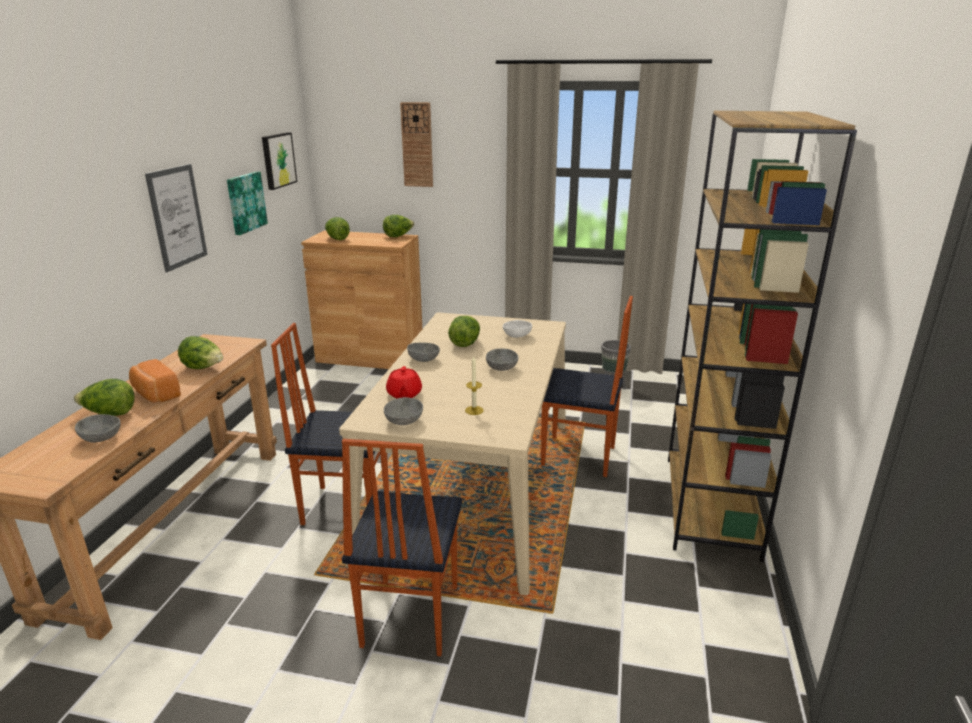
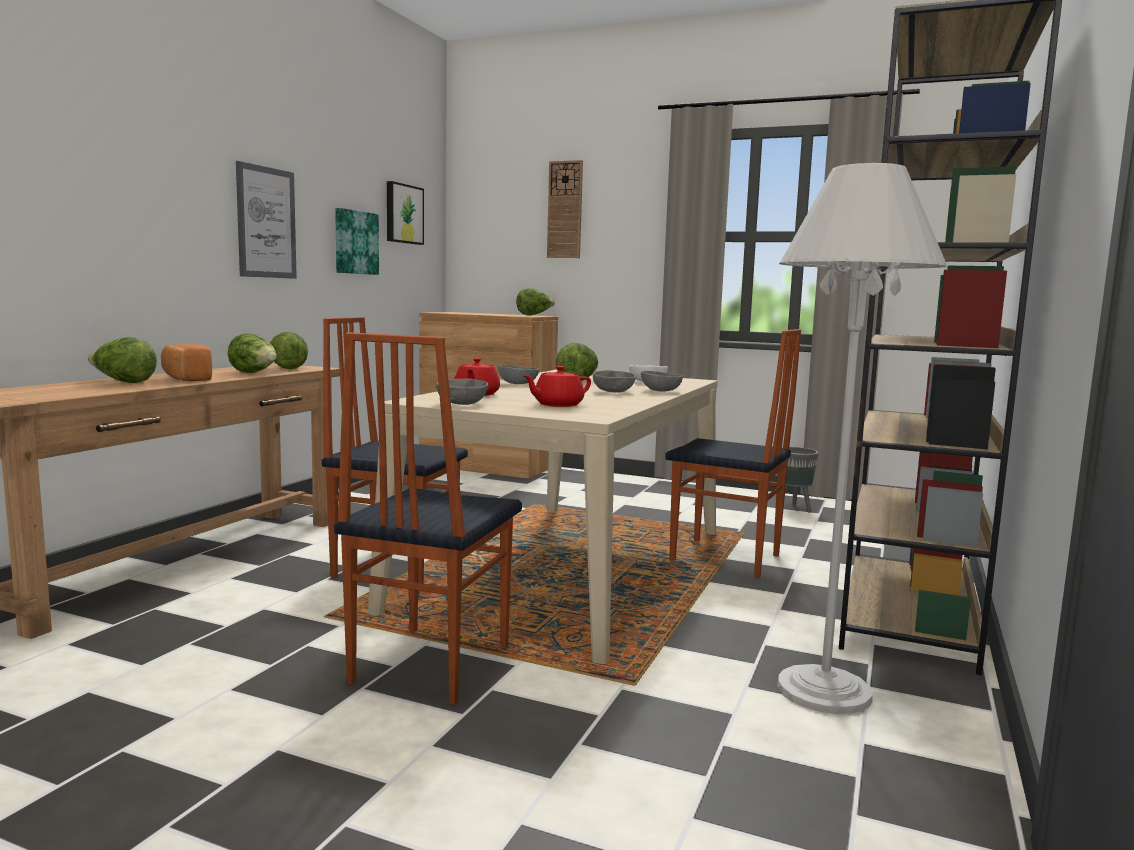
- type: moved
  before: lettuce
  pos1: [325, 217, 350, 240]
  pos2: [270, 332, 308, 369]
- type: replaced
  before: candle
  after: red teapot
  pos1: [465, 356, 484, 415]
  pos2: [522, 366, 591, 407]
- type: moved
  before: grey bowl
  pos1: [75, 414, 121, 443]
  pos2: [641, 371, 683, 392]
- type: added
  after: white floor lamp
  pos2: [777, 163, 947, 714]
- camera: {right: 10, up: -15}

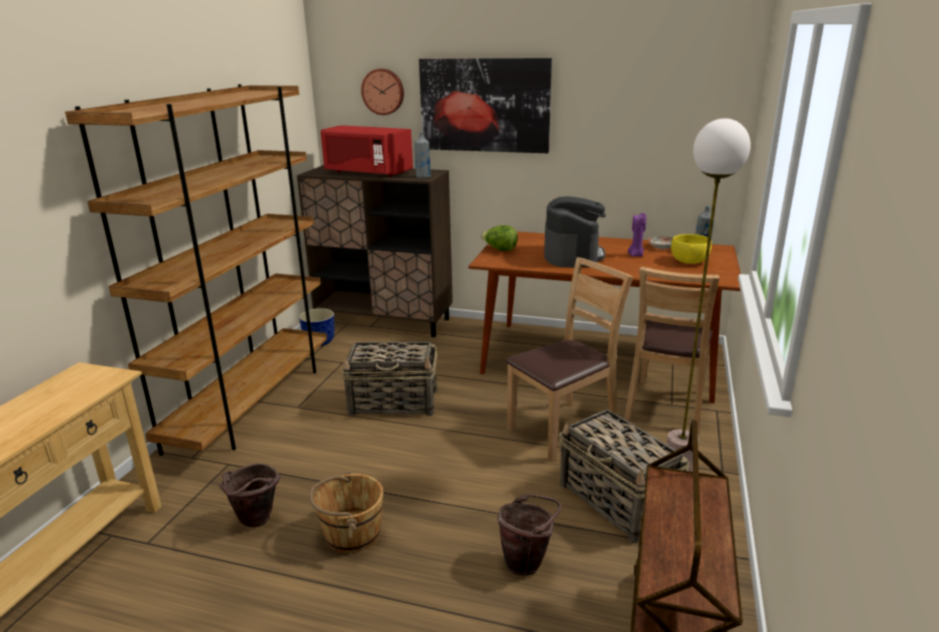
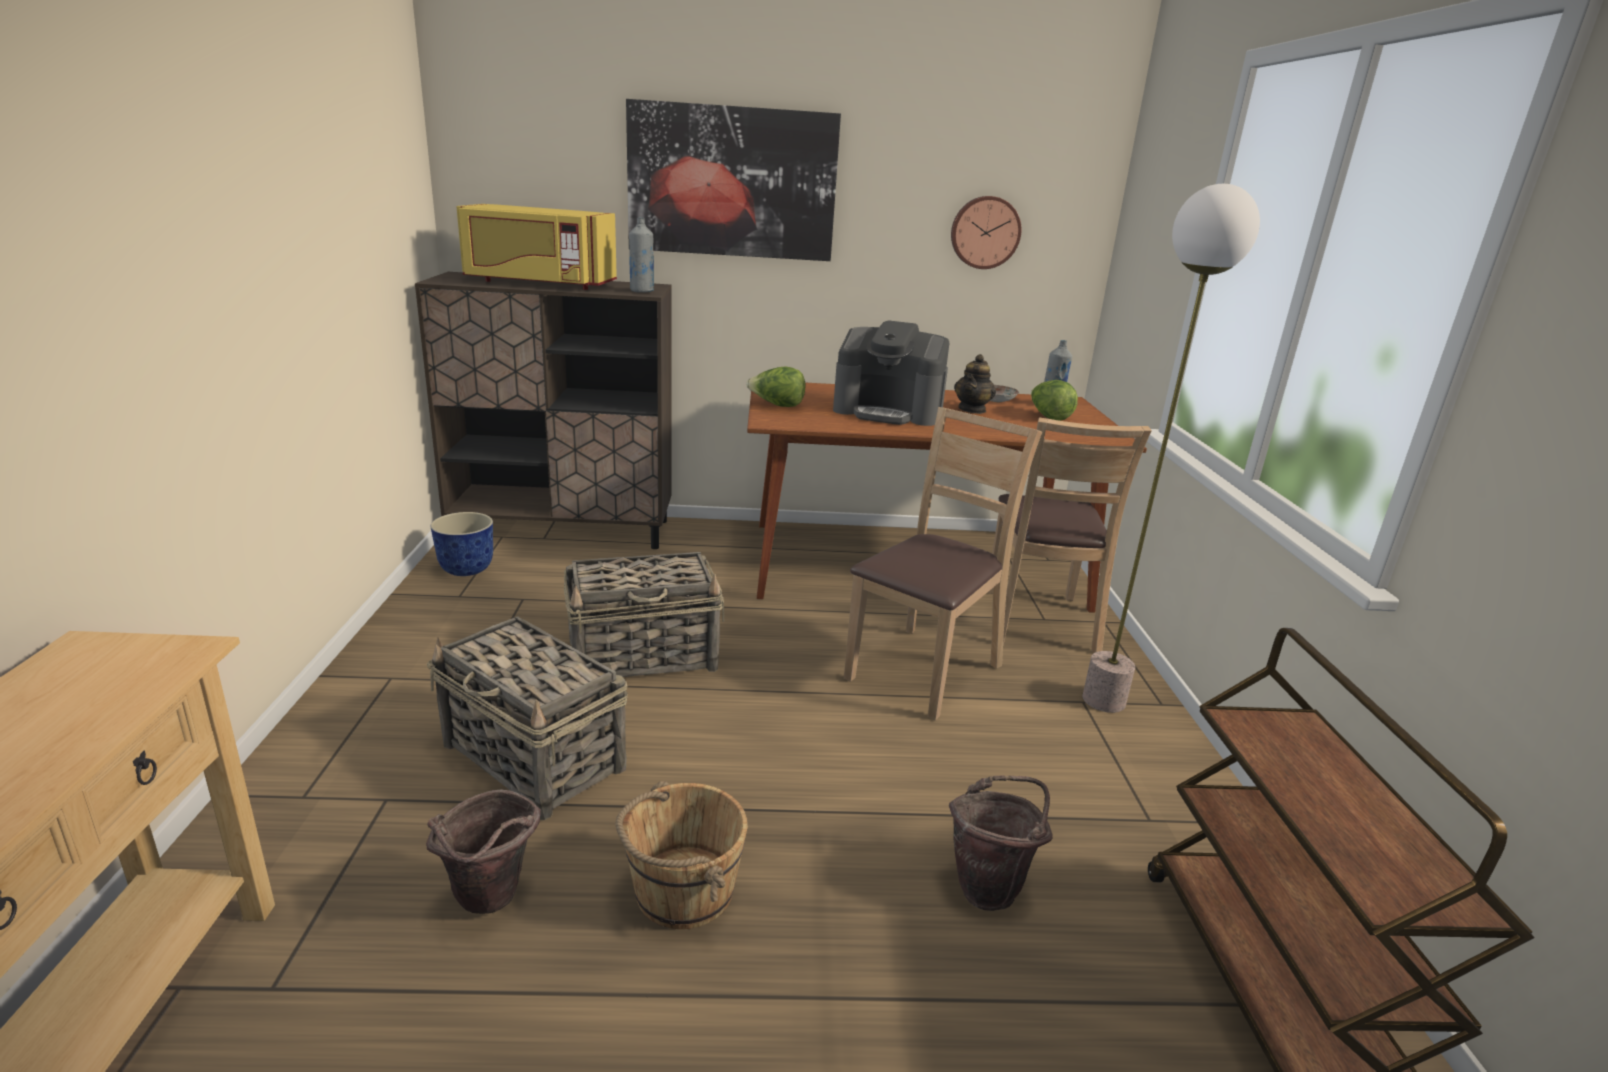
- type: moved
  before: wall clock
  pos1: [361, 69, 404, 115]
  pos2: [951, 196, 1021, 269]
- type: removed
  before: brown bookcase
  pos1: [65, 84, 327, 456]
- type: recoloured
  before: red microwave
  after: yellow microwave
  pos1: [321, 125, 413, 177]
  pos2: [457, 204, 617, 290]
- type: turned
  before: coffee machine
  pos1: [544, 196, 606, 268]
  pos2: [833, 320, 949, 426]
  turn: 120
- type: replaced
  before: purple candle
  after: teapot
  pos1: [628, 213, 646, 257]
  pos2: [954, 354, 996, 414]
- type: replaced
  before: yellow bowl
  after: lettuce
  pos1: [671, 234, 712, 264]
  pos2: [1031, 380, 1078, 421]
- type: moved
  before: basket
  pos1: [559, 409, 689, 543]
  pos2: [427, 616, 628, 820]
- camera: {right: -20, up: 0}

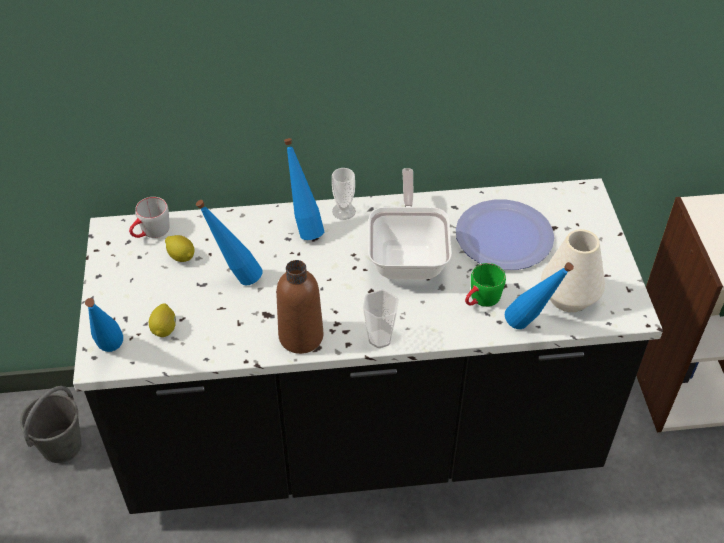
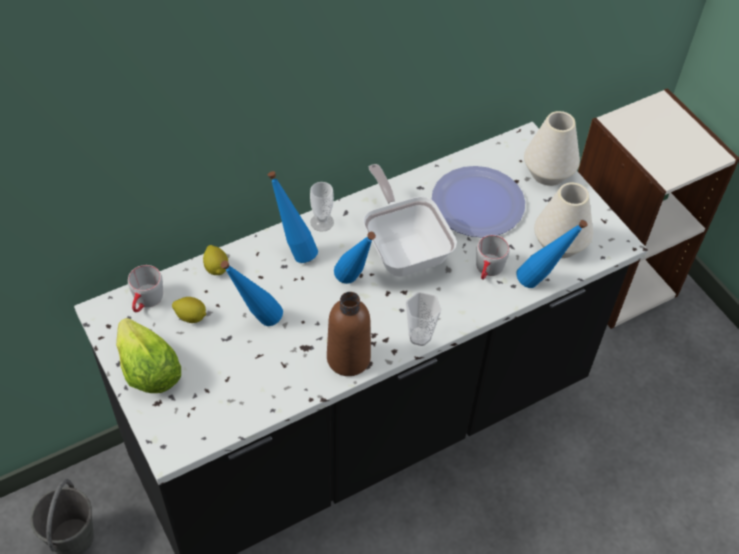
- type: recoloured
  before: green mug
  after: grey mug
  pos1: [465, 263, 506, 307]
  pos2: [476, 235, 510, 280]
- type: moved
  before: blue bottle
  pos1: [85, 298, 123, 352]
  pos2: [334, 232, 376, 284]
- type: moved
  before: lemon
  pos1: [149, 303, 176, 337]
  pos2: [203, 245, 228, 275]
- type: added
  after: white vase
  pos2: [524, 111, 580, 186]
- type: added
  after: lettuce
  pos2: [116, 318, 181, 393]
- camera: {right: -25, up: 5}

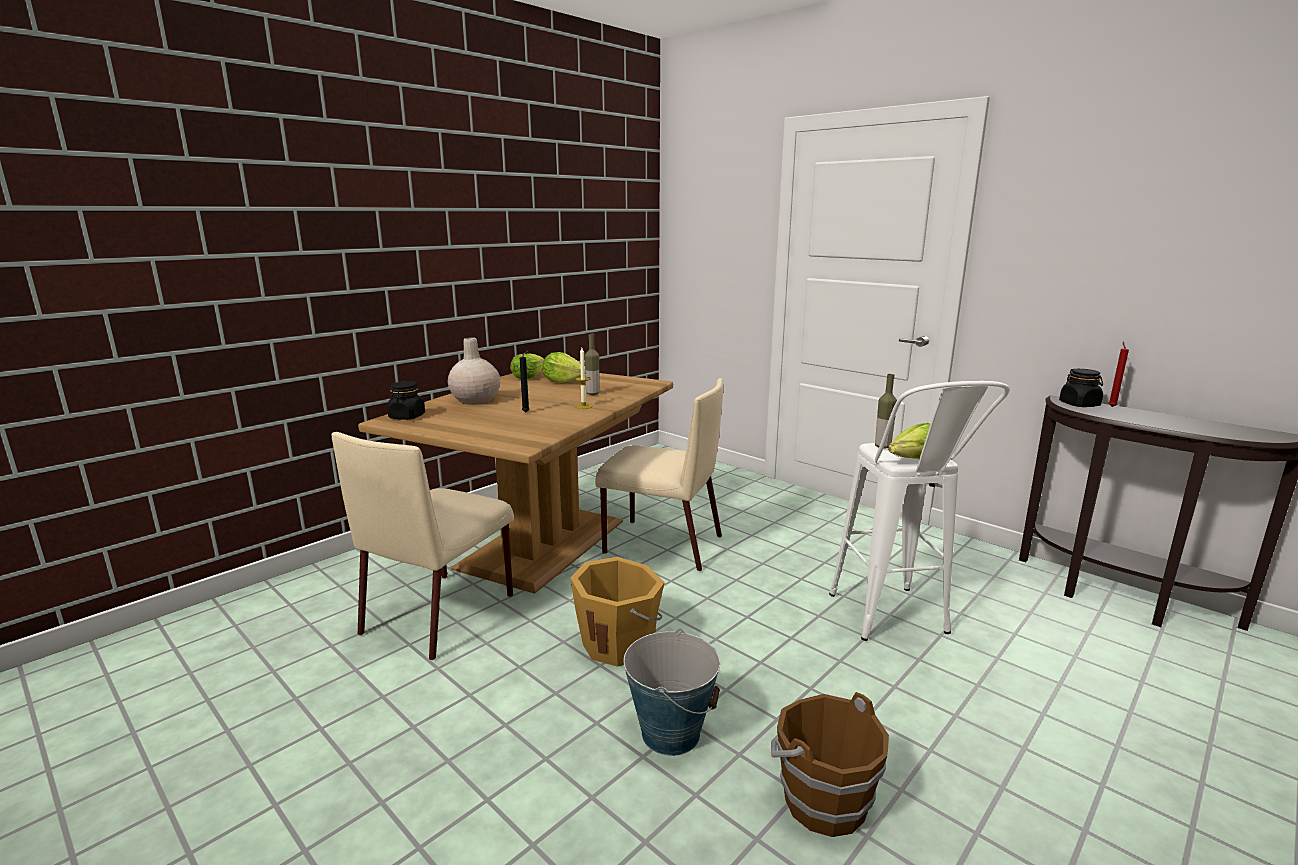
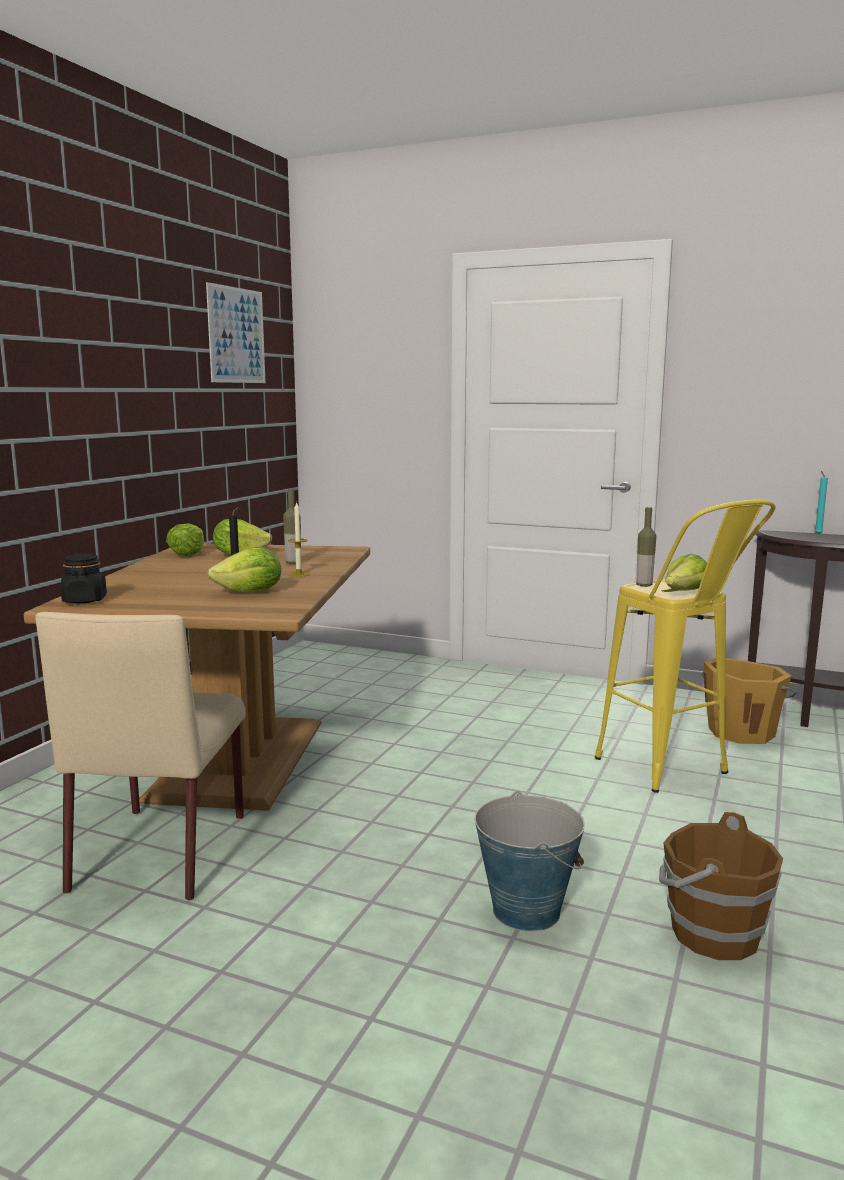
- type: removed
  before: beige vase
  pos1: [448, 337, 500, 404]
- type: recoloured
  before: red candle
  after: turquoise candle
  pos1: [1108, 341, 1129, 407]
  pos2: [815, 471, 828, 535]
- type: removed
  before: black jar
  pos1: [1059, 369, 1103, 407]
- type: removed
  before: beige chair
  pos1: [595, 378, 723, 571]
- type: recoloured
  before: white stool
  after: yellow stool
  pos1: [829, 381, 1010, 641]
  pos2: [595, 500, 776, 793]
- type: moved
  before: orange bucket
  pos1: [570, 557, 665, 667]
  pos2: [702, 658, 797, 744]
- type: added
  after: picture
  pos2: [206, 282, 266, 383]
- type: added
  after: lettuce
  pos2: [207, 547, 281, 592]
- camera: {right: -20, up: -5}

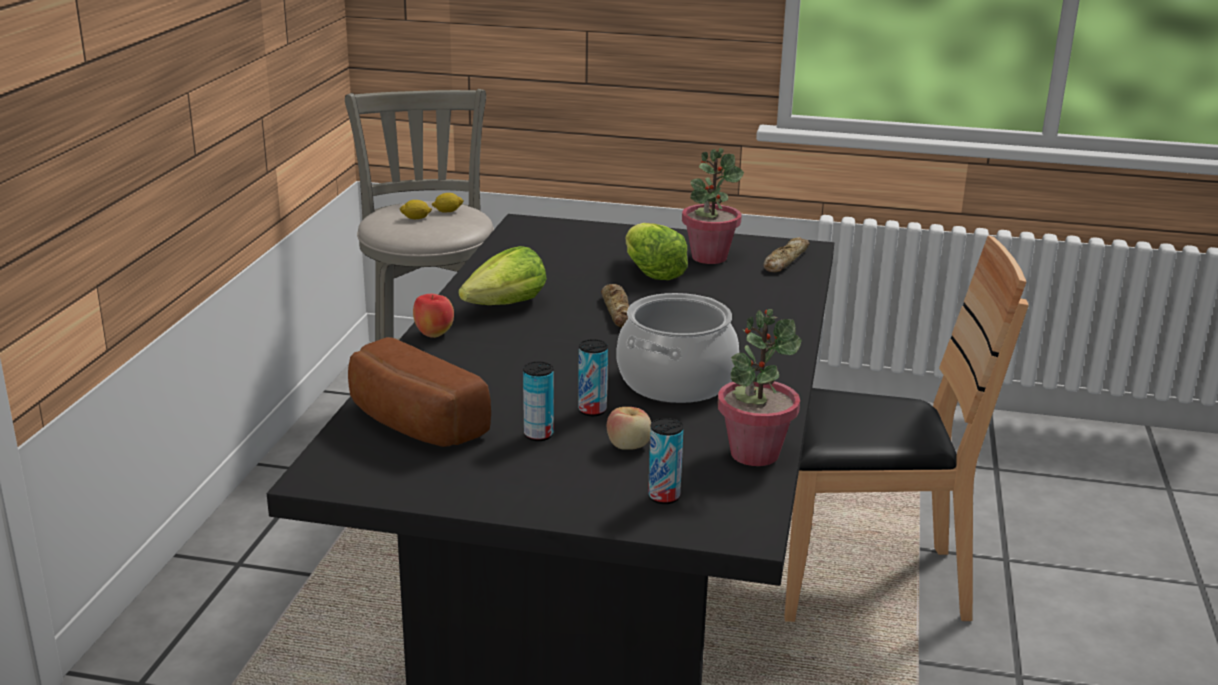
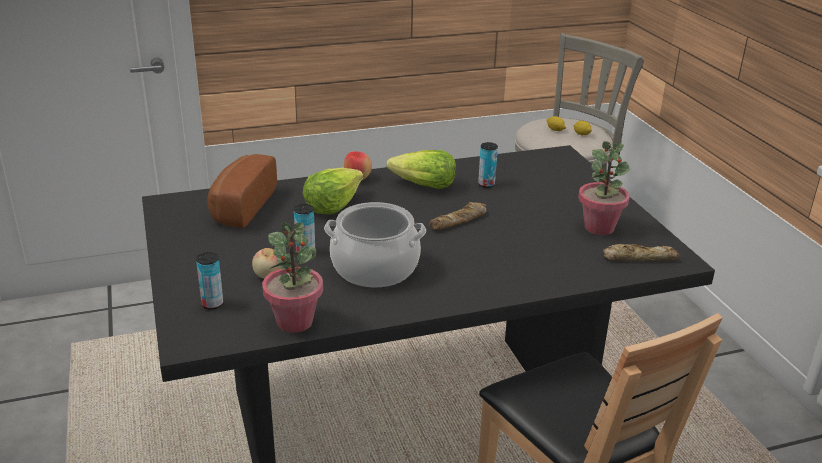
- type: moved
  before: lettuce
  pos1: [626, 223, 688, 280]
  pos2: [303, 168, 363, 214]
- type: moved
  before: can
  pos1: [523, 361, 554, 441]
  pos2: [478, 142, 498, 188]
- camera: {right: 60, up: 5}

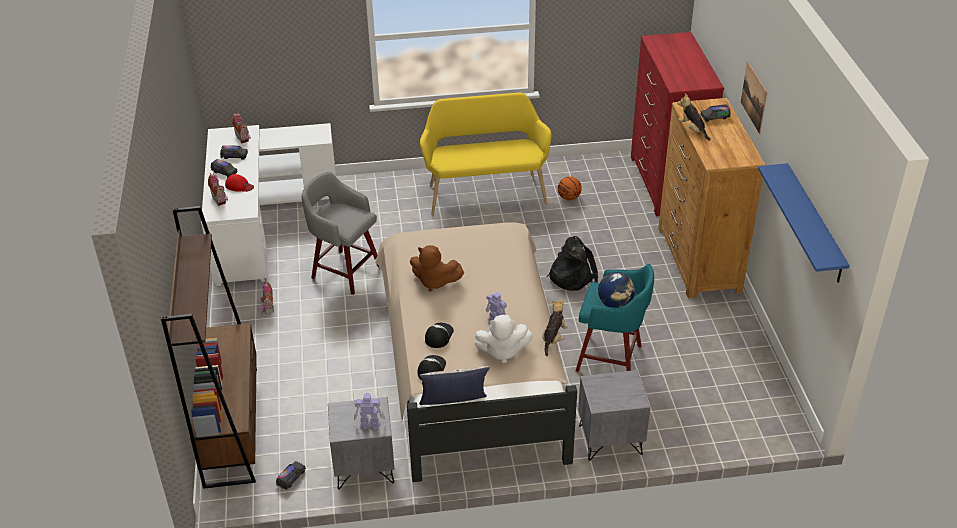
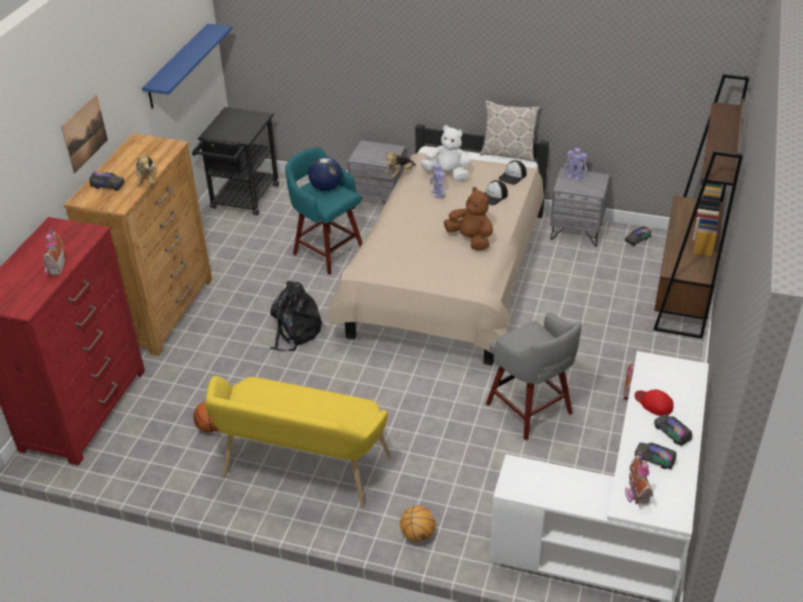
- type: moved
  before: toy house
  pos1: [208, 173, 228, 206]
  pos2: [43, 227, 65, 275]
- type: added
  after: black cart
  pos2: [192, 107, 279, 216]
- type: added
  after: basketball
  pos2: [400, 506, 436, 542]
- camera: {right: -155, up: 0}

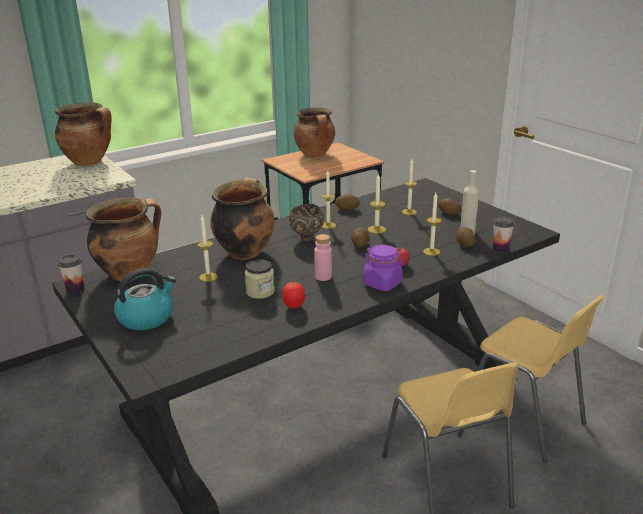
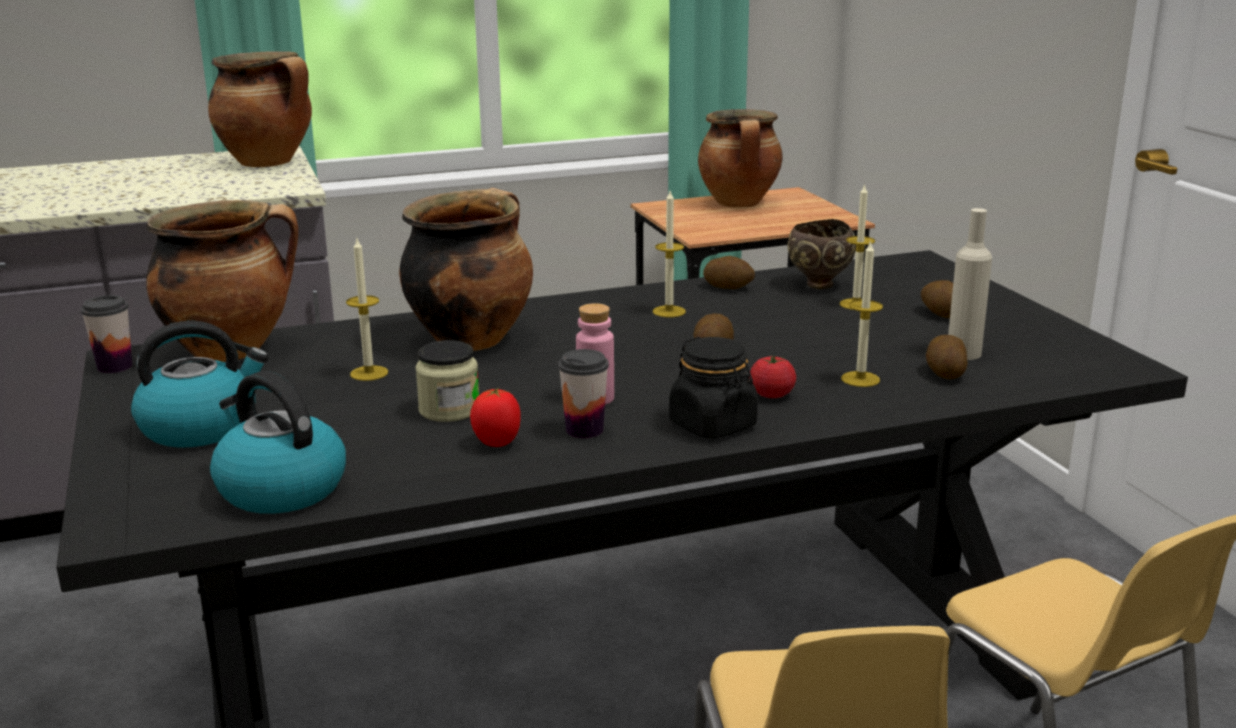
- type: removed
  before: candle
  pos1: [368, 174, 386, 234]
- type: moved
  before: brown bowl
  pos1: [289, 204, 324, 241]
  pos2: [788, 219, 856, 289]
- type: moved
  before: cup
  pos1: [493, 216, 515, 253]
  pos2: [558, 349, 609, 438]
- type: recoloured
  before: purple jar
  after: black jar
  pos1: [363, 245, 404, 291]
  pos2: [669, 337, 758, 439]
- type: added
  after: kettle
  pos2: [210, 371, 346, 514]
- camera: {right: 15, up: -5}

